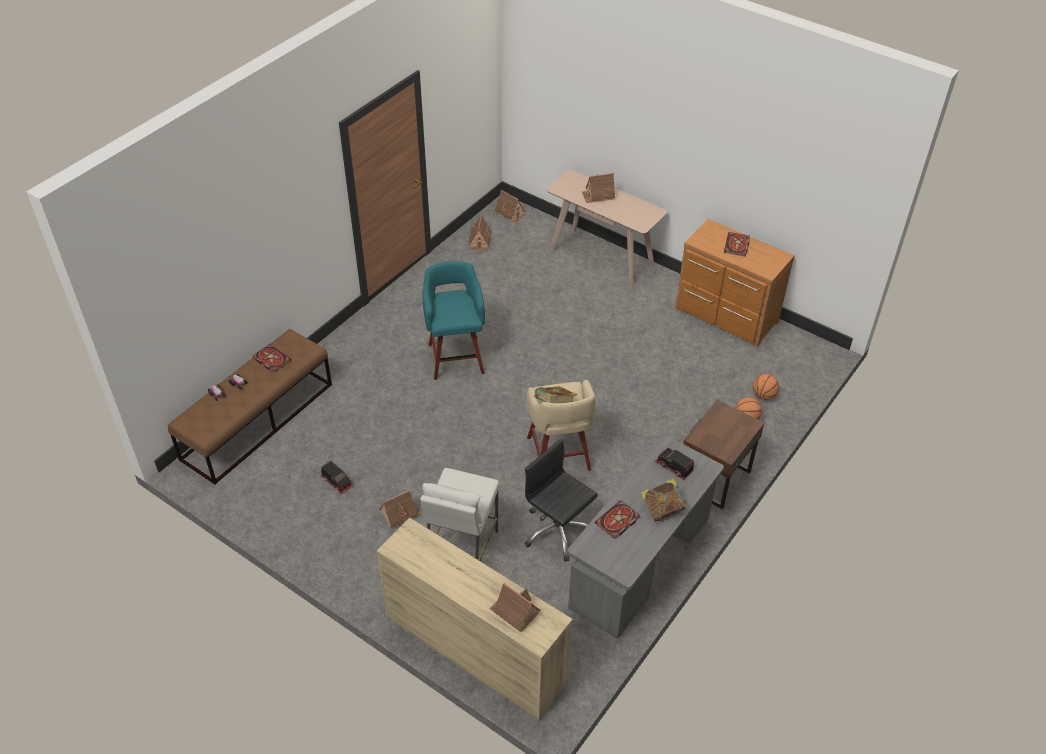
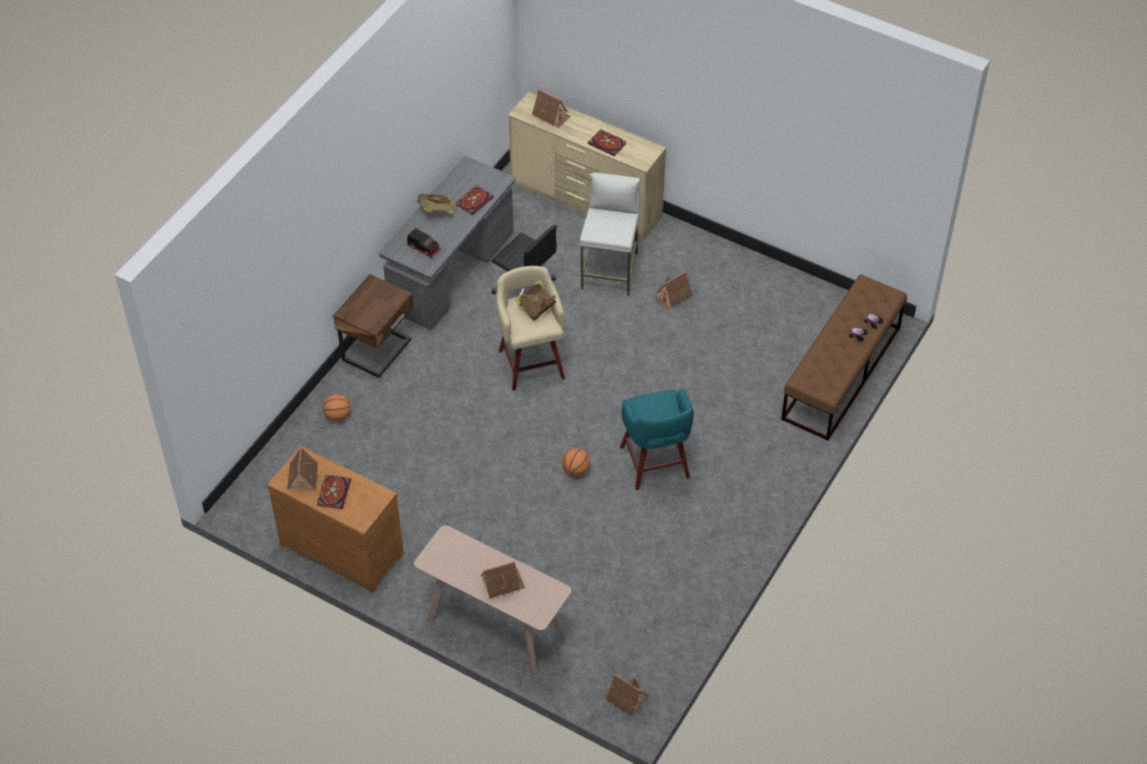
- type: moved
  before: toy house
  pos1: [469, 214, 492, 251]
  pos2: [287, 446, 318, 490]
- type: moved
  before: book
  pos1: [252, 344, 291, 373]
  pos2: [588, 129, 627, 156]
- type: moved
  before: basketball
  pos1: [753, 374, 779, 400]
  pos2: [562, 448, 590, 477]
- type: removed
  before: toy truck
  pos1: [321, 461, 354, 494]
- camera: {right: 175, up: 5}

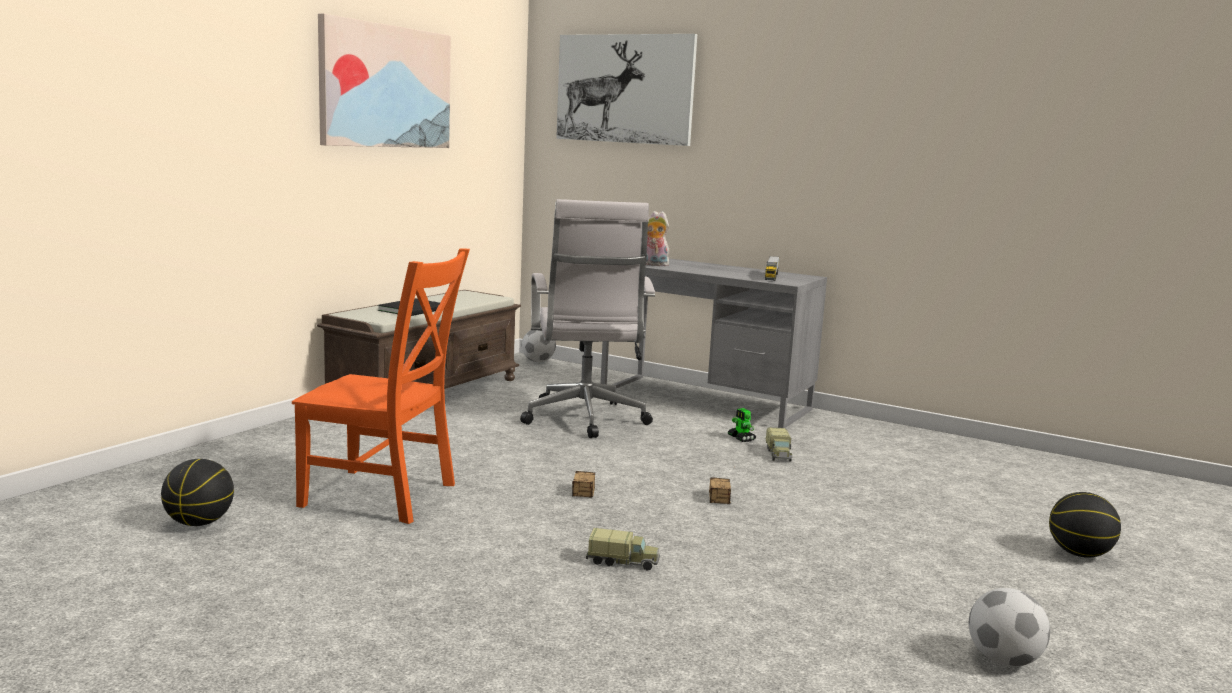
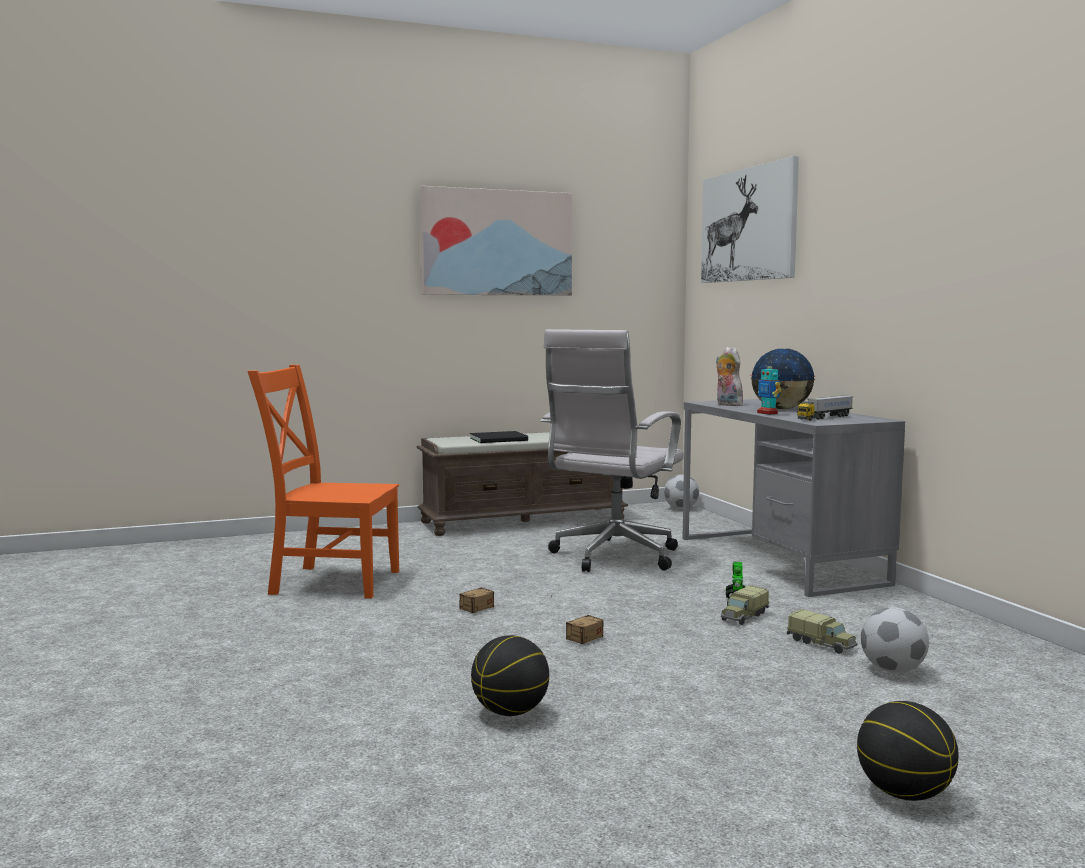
- type: turned
  before: orange chair
  pos1: [292, 248, 470, 524]
  pos2: [248, 365, 399, 599]
  turn: 135
- type: moved
  before: basketball
  pos1: [161, 459, 234, 526]
  pos2: [471, 635, 549, 716]
- type: moved
  before: toy truck
  pos1: [586, 528, 660, 571]
  pos2: [787, 609, 857, 654]
- type: moved
  before: football
  pos1: [969, 588, 1050, 667]
  pos2: [861, 607, 929, 673]
- type: added
  after: globe
  pos2: [750, 348, 815, 409]
- type: added
  after: toy robot
  pos2: [757, 362, 781, 415]
- camera: {right: 40, up: -5}

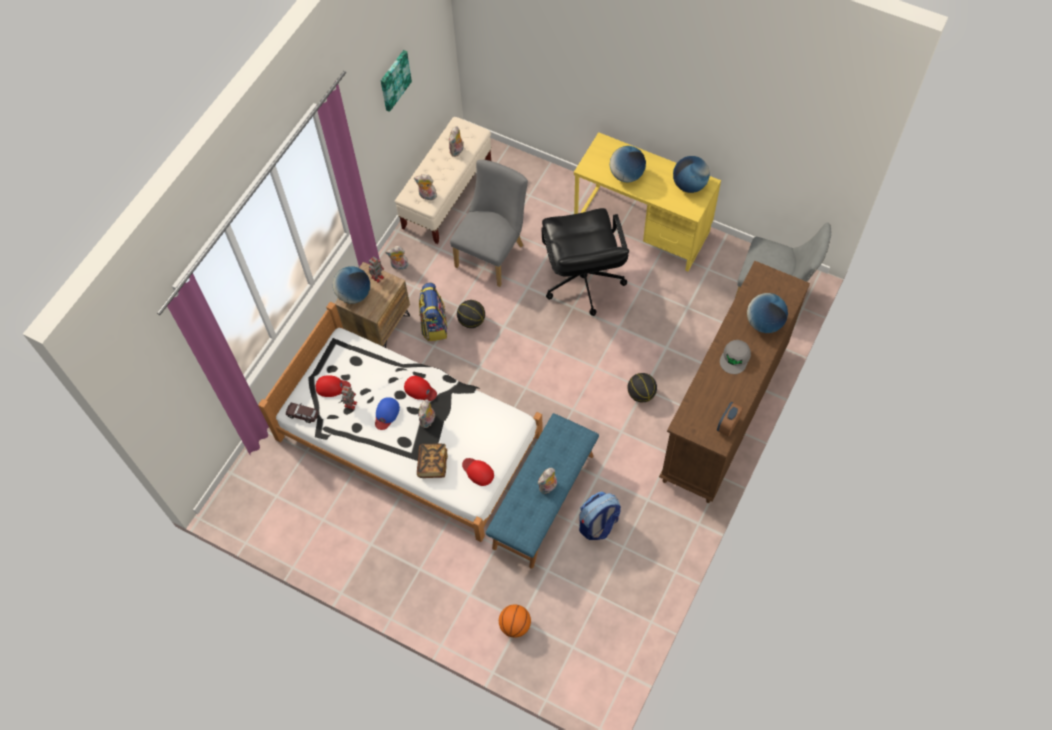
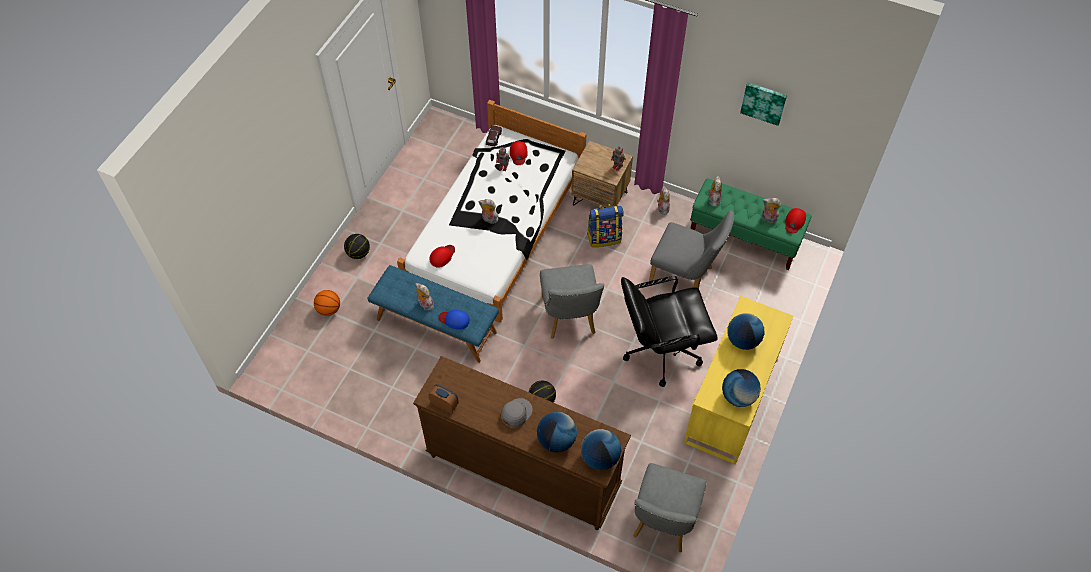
- type: recoloured
  before: beige bench
  after: green bench
  pos1: [395, 117, 492, 244]
  pos2: [690, 178, 811, 270]
- type: moved
  before: globe
  pos1: [333, 266, 370, 304]
  pos2: [581, 429, 621, 470]
- type: moved
  before: basketball
  pos1: [457, 300, 485, 328]
  pos2: [344, 234, 370, 259]
- type: turned
  before: grey cap
  pos1: [720, 340, 751, 374]
  pos2: [501, 398, 532, 428]
  turn: 105
- type: moved
  before: red cap
  pos1: [404, 376, 437, 401]
  pos2: [785, 208, 806, 233]
- type: moved
  before: blue cap
  pos1: [375, 397, 400, 430]
  pos2: [439, 310, 470, 330]
- type: removed
  before: book
  pos1: [417, 444, 448, 478]
- type: removed
  before: backpack
  pos1: [579, 492, 621, 540]
- type: added
  after: grey chair
  pos2: [540, 264, 604, 339]
- camera: {right: 85, up: -5}

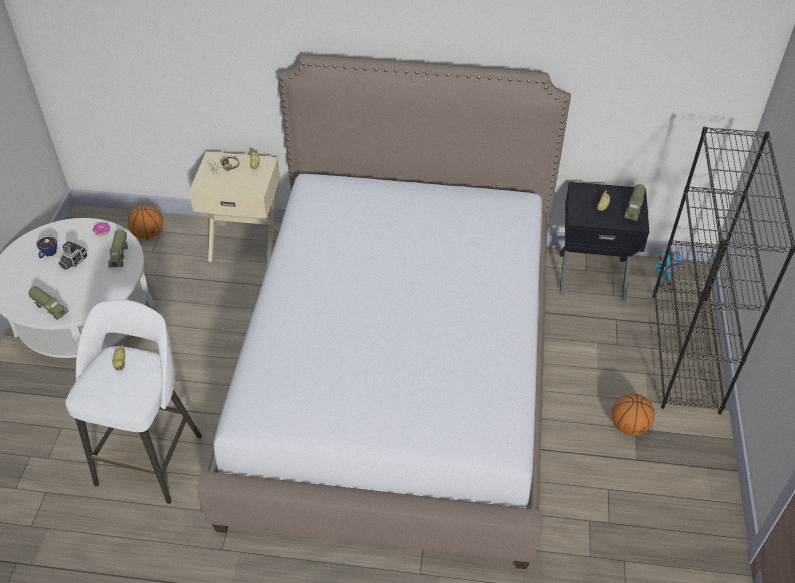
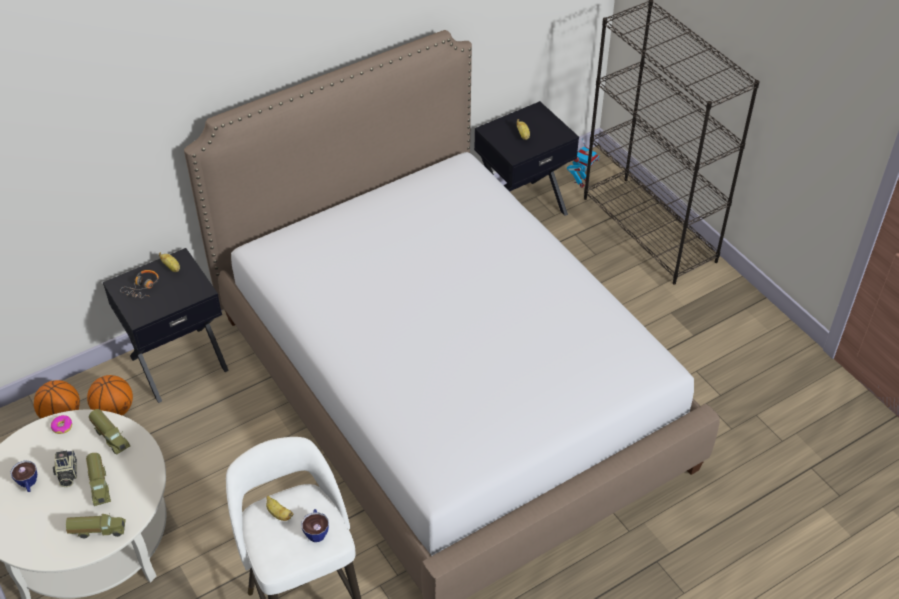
- type: recoloured
  before: beige nightstand
  after: black nightstand
  pos1: [189, 151, 281, 267]
  pos2: [103, 248, 229, 403]
- type: moved
  before: toy truck
  pos1: [624, 184, 646, 221]
  pos2: [86, 453, 111, 506]
- type: moved
  before: basketball
  pos1: [612, 393, 655, 436]
  pos2: [87, 375, 133, 416]
- type: added
  after: cup
  pos2: [302, 509, 329, 542]
- camera: {right: -40, up: 0}

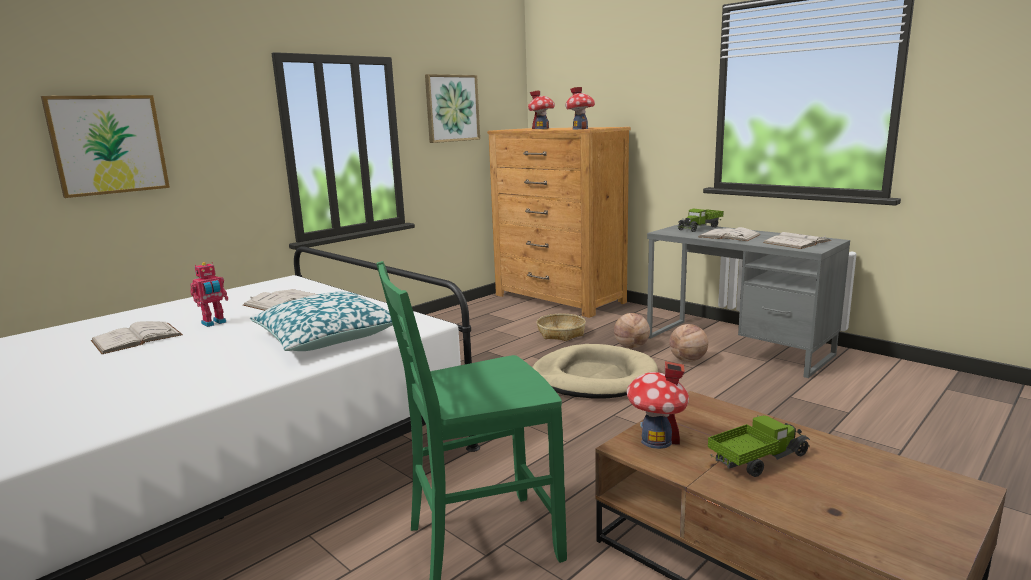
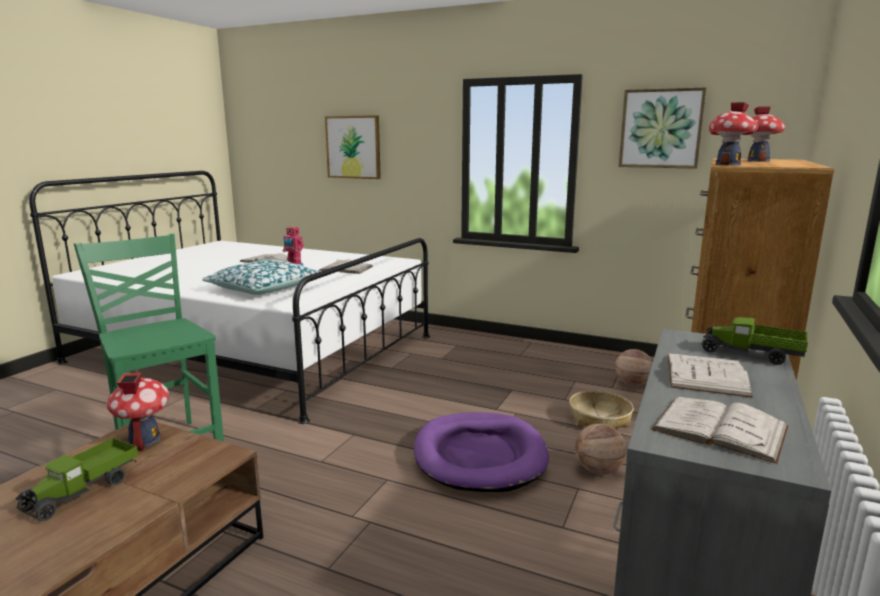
- type: moved
  before: basketball
  pos1: [669, 324, 708, 362]
  pos2: [615, 349, 653, 386]
- type: recoloured
  before: beige dog bed
  after: purple dog bed
  pos1: [532, 344, 658, 399]
  pos2: [414, 412, 549, 492]
- type: turned
  before: toy truck
  pos1: [708, 415, 810, 477]
  pos2: [16, 438, 138, 521]
  turn: 75
- camera: {right: 70, up: 0}

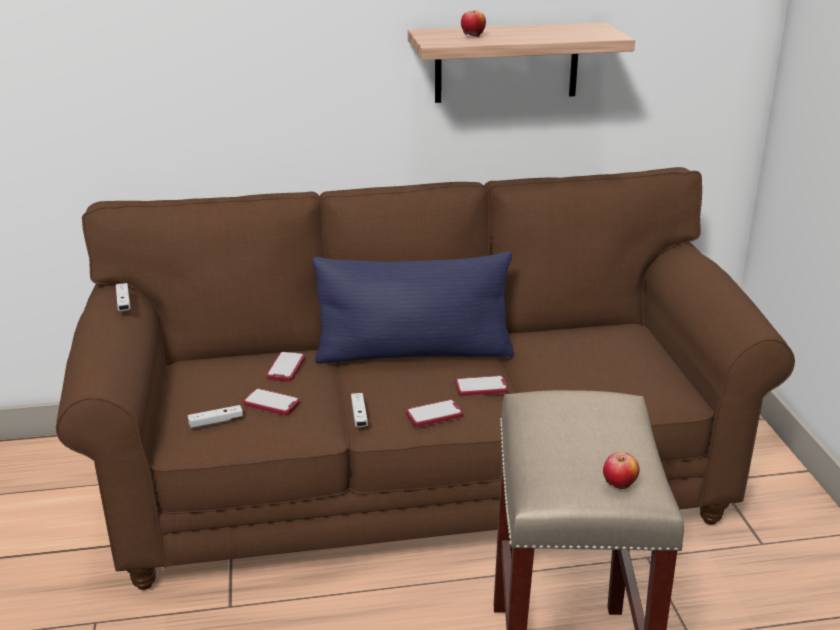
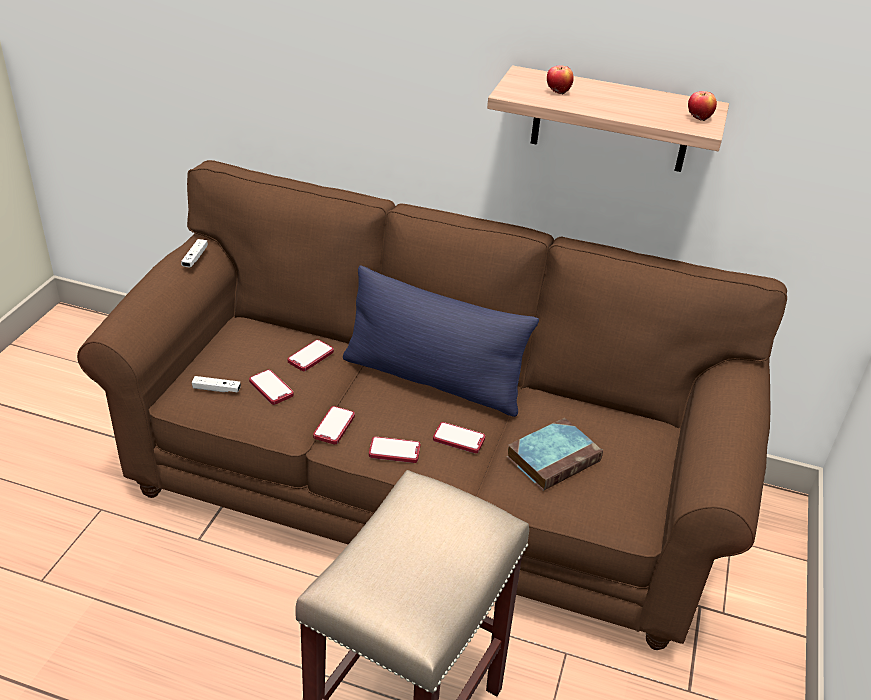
- type: replaced
  before: white game controller
  after: phone
  pos1: [351, 393, 368, 427]
  pos2: [313, 406, 355, 445]
- type: moved
  before: apple
  pos1: [603, 452, 640, 489]
  pos2: [688, 91, 717, 121]
- type: added
  after: book
  pos2: [506, 418, 603, 491]
- camera: {right: 25, up: 10}

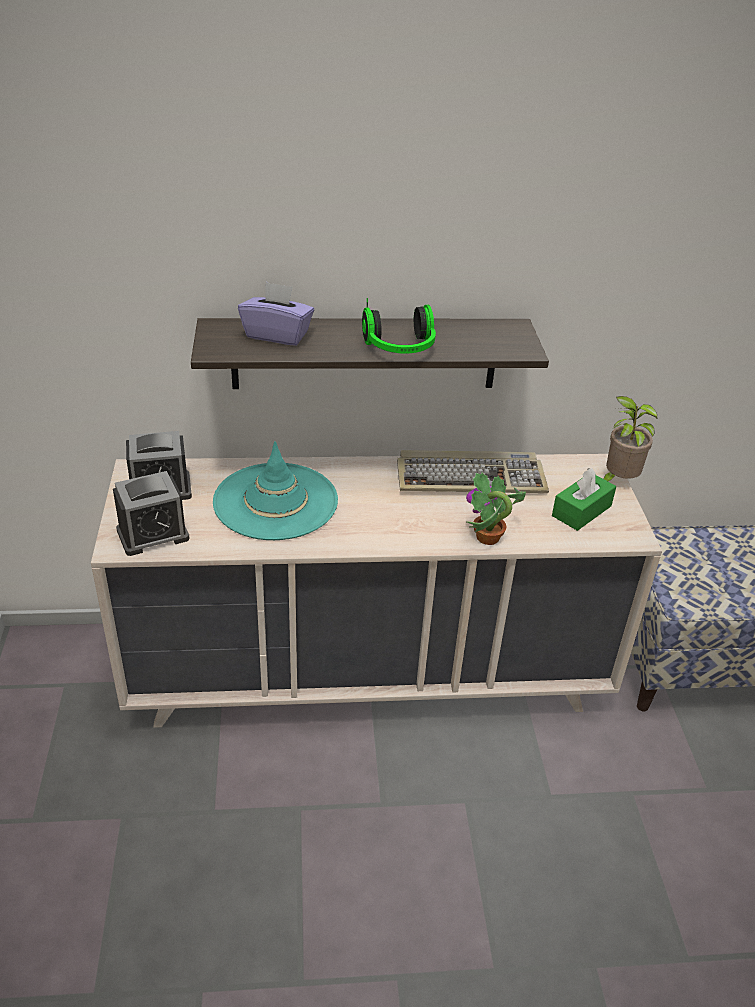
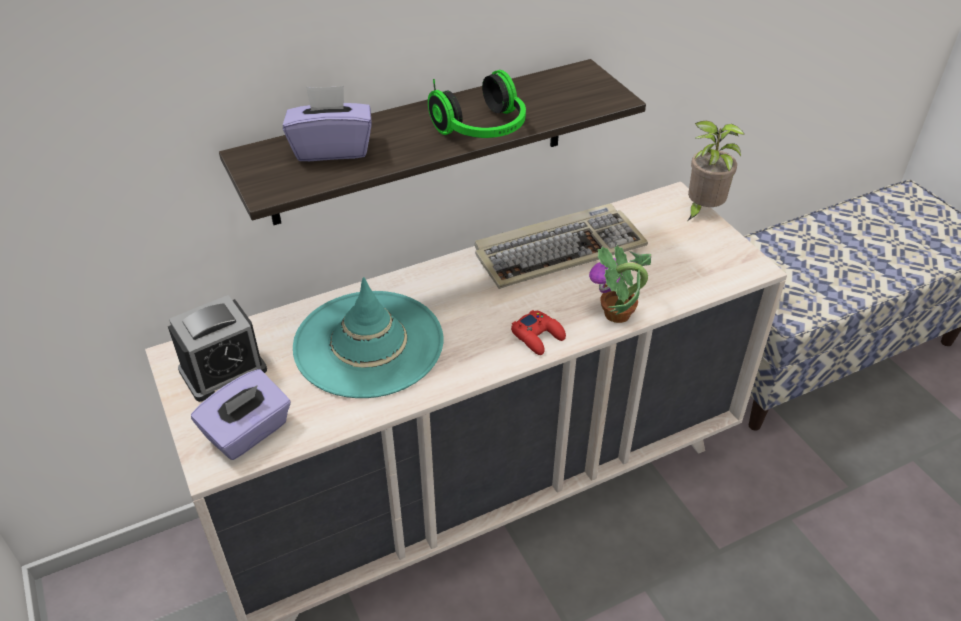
- type: removed
  before: green tissue box
  pos1: [552, 468, 616, 531]
- type: replaced
  before: alarm clock
  after: purple tissue box
  pos1: [113, 471, 190, 556]
  pos2: [191, 369, 291, 460]
- type: added
  after: red game controller
  pos2: [511, 310, 566, 355]
- camera: {right: -20, up: 5}

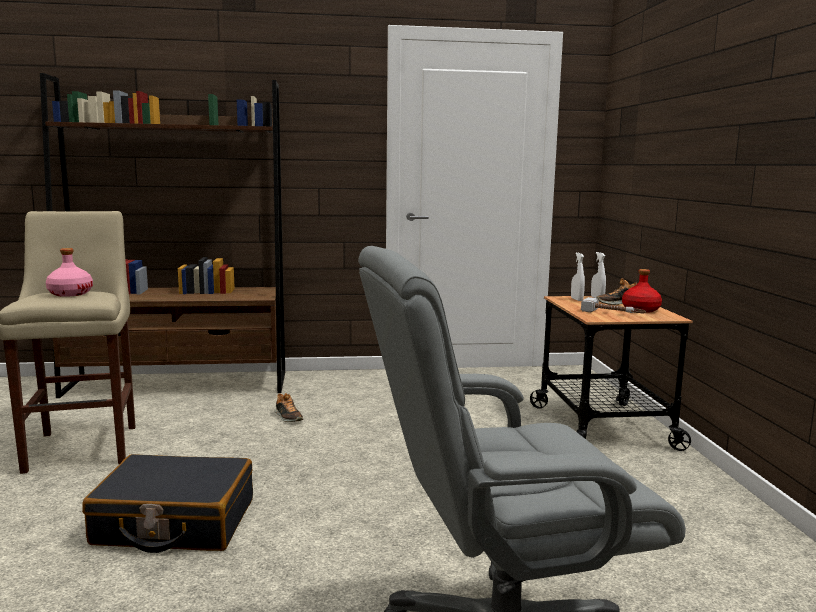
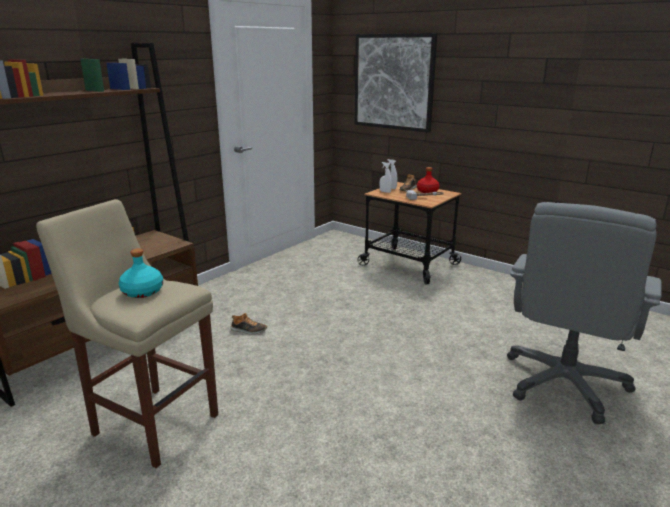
- type: recoloured
  before: pink bottle
  after: turquoise bottle
  pos1: [46, 248, 93, 297]
  pos2: [119, 248, 163, 298]
- type: removed
  before: black suitcase
  pos1: [82, 454, 253, 553]
- type: added
  after: picture
  pos2: [355, 33, 437, 133]
- camera: {right: -45, up: 10}

